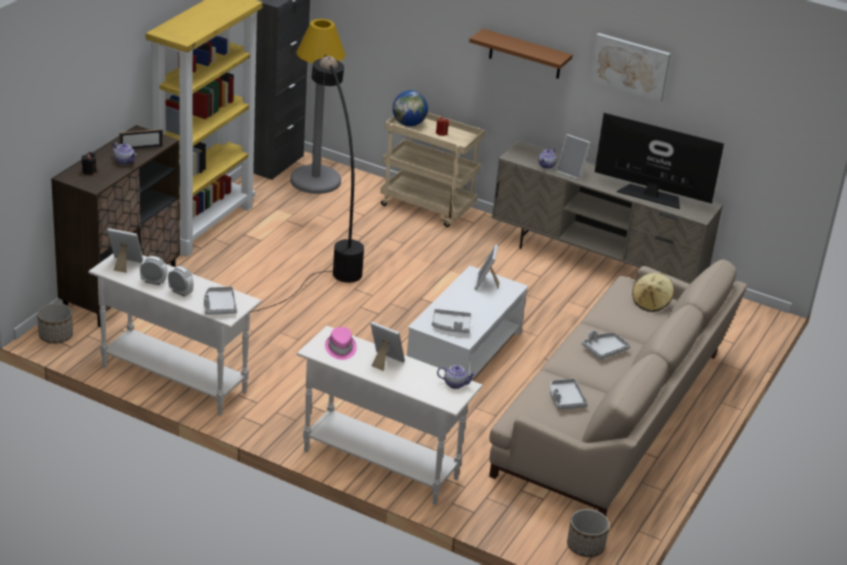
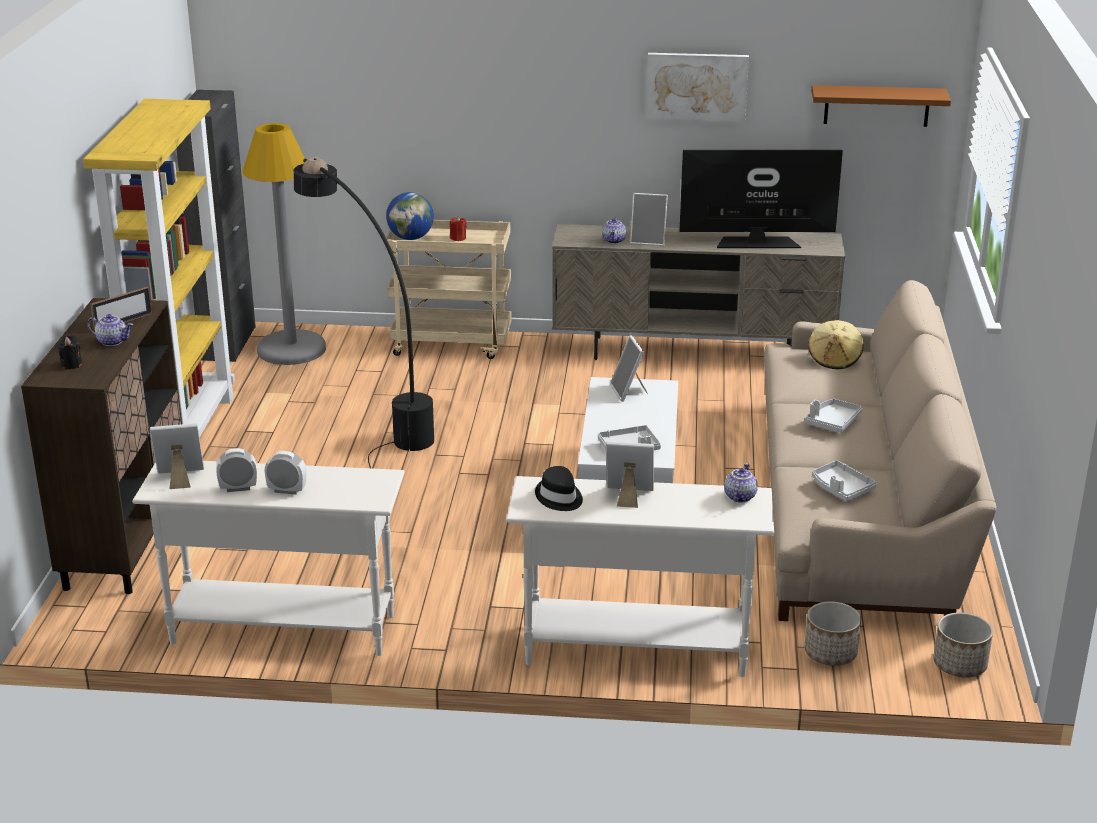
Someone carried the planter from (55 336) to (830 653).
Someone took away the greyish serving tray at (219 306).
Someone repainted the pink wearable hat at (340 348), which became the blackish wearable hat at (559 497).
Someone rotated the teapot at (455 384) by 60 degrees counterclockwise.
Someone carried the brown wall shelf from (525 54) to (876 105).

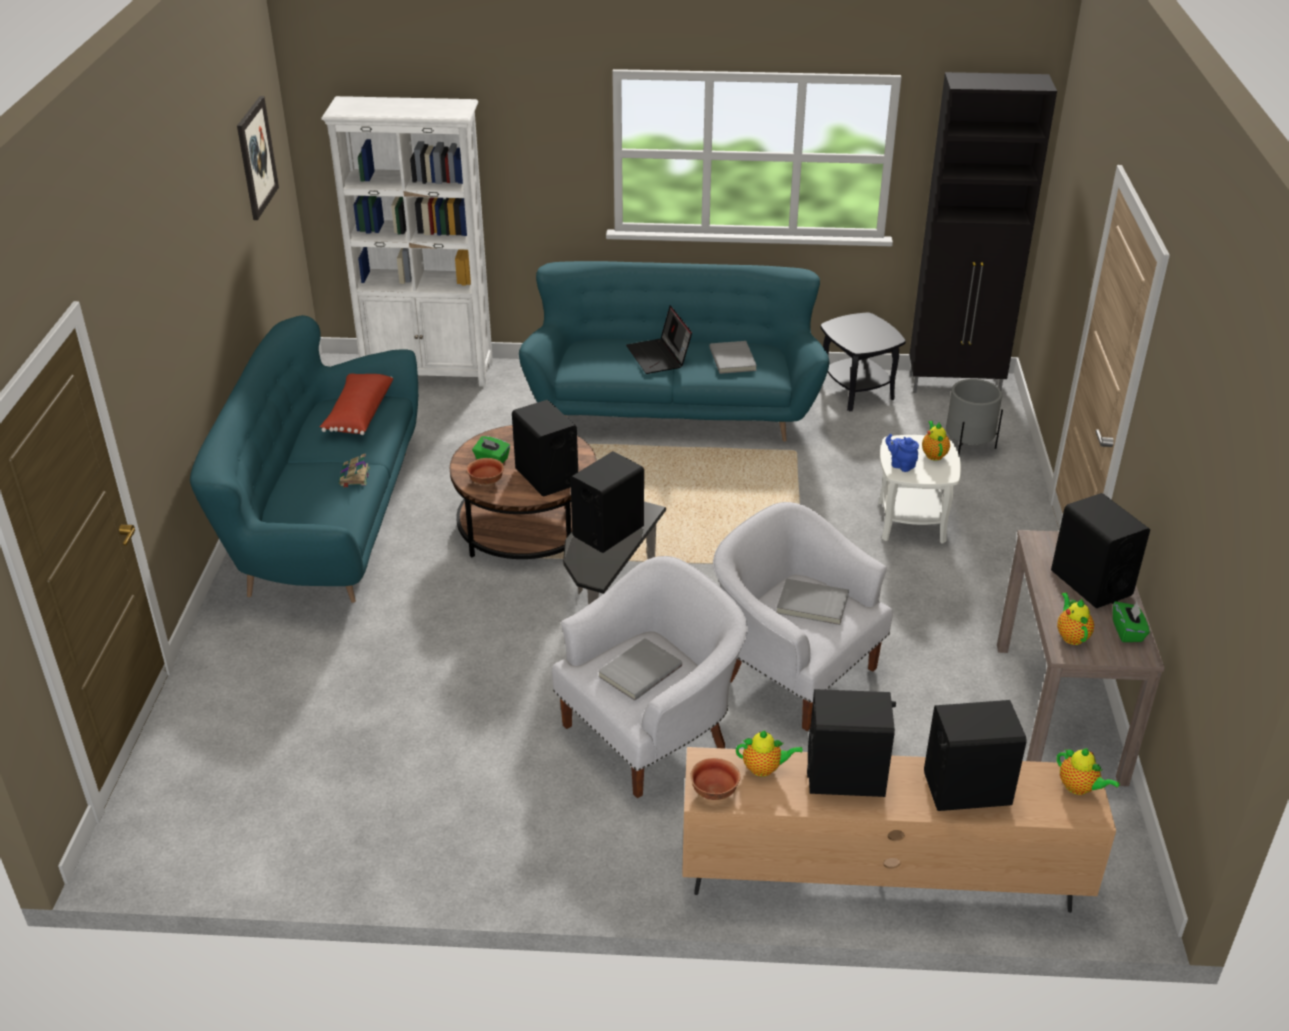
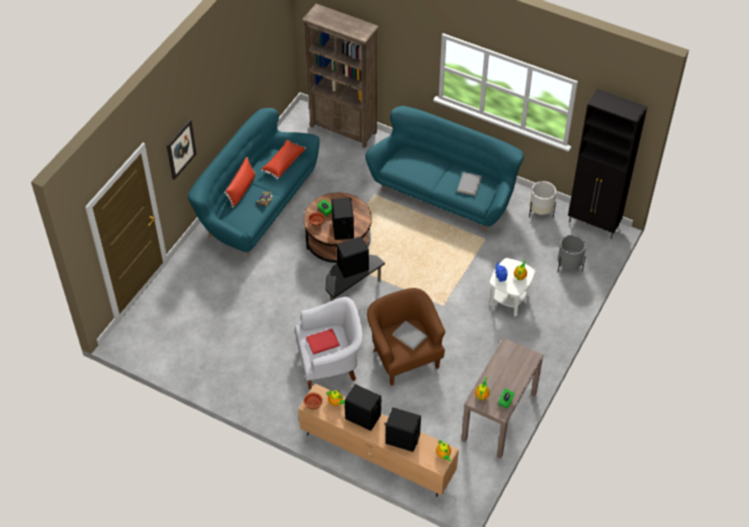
Someone carried the wall picture from (256 157) to (180 149).
Someone repainted the white-coloured shelving unit at (429 372), which became the brown shelving unit at (343 129).
Someone repainted the greyish book at (639 671), which became the reddish book at (322 342).
Someone took away the laptop at (659 357).
Someone repainted the white-coloured easy chair at (793 671), which became the brown easy chair at (404 356).
Someone swapped the blackish side table at (856 392) for the white-coloured planter at (540 212).
Someone took away the blackish speaker at (1090 583).
Someone put down the reddish cushion at (242 189).

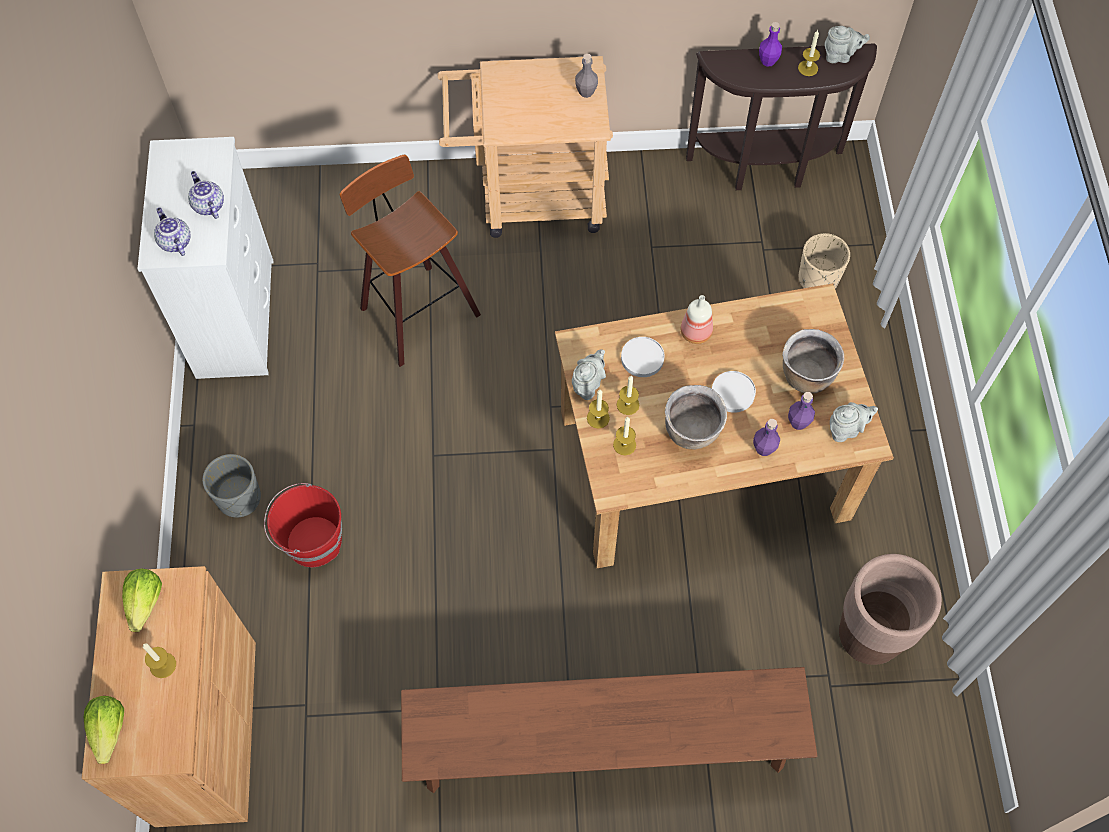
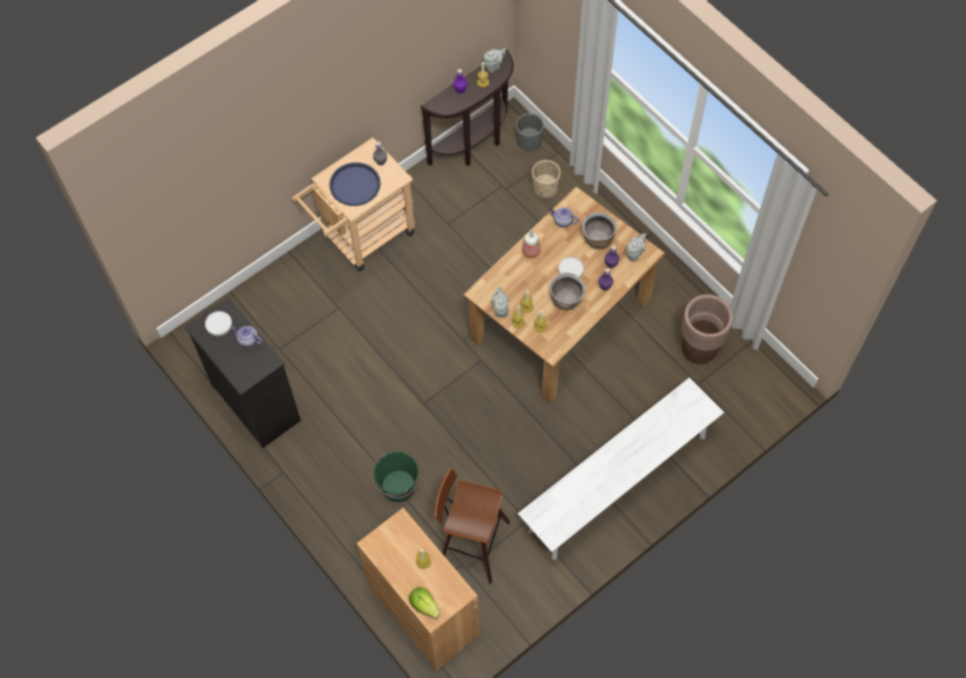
Someone took away the lettuce at (146 602).
Someone repainted the white-coloured dresser at (236 317), which became the blackish dresser at (256 402).
Someone carried the teapot from (175 242) to (562 221).
Someone carried the greyish planter from (239 498) to (529 141).
Someone repainted the reddish pail at (312 541), which became the green pail at (398 486).
Someone carried the stool from (415 311) to (471 544).
Someone repainted the brown bench at (603 747), which became the white-coloured bench at (618 483).
Someone carried the white-coloured flat dish from (642 358) to (219 324).
Someone put down the blue serving tray at (355 185).

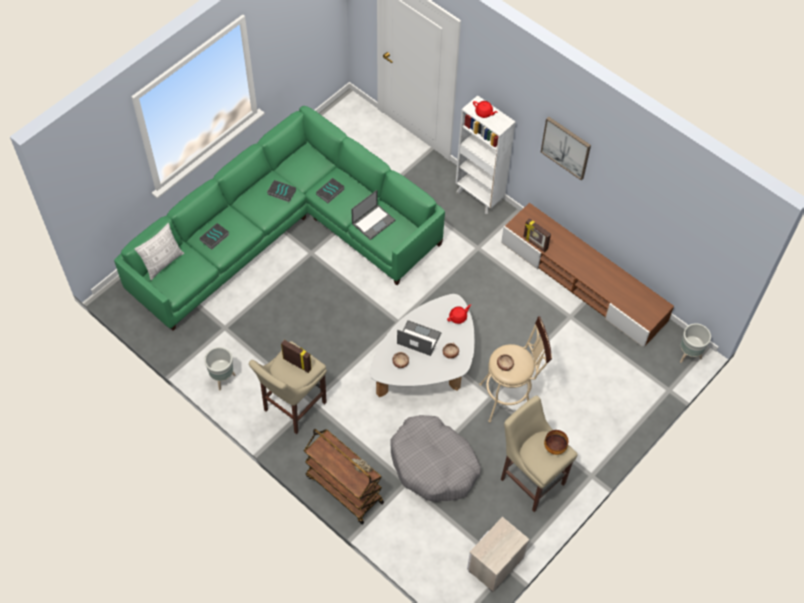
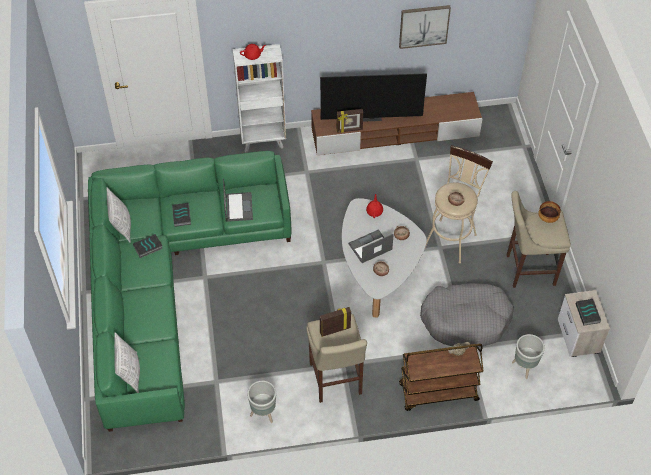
Someone carried the book from (214 238) to (588 313).
Someone carried the wall picture from (566 147) to (424 26).
Someone carried the greyish planter from (689 355) to (524 367).
Someone put down the cushion at (122 227).
Someone put down the TV at (371 116).

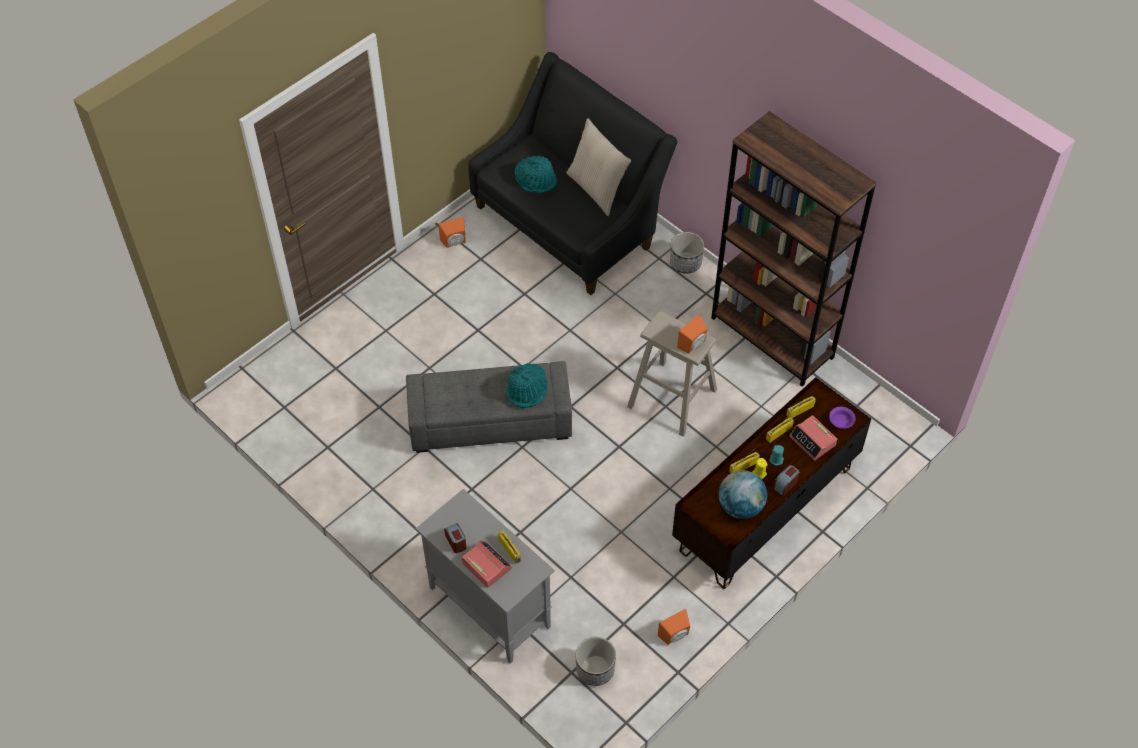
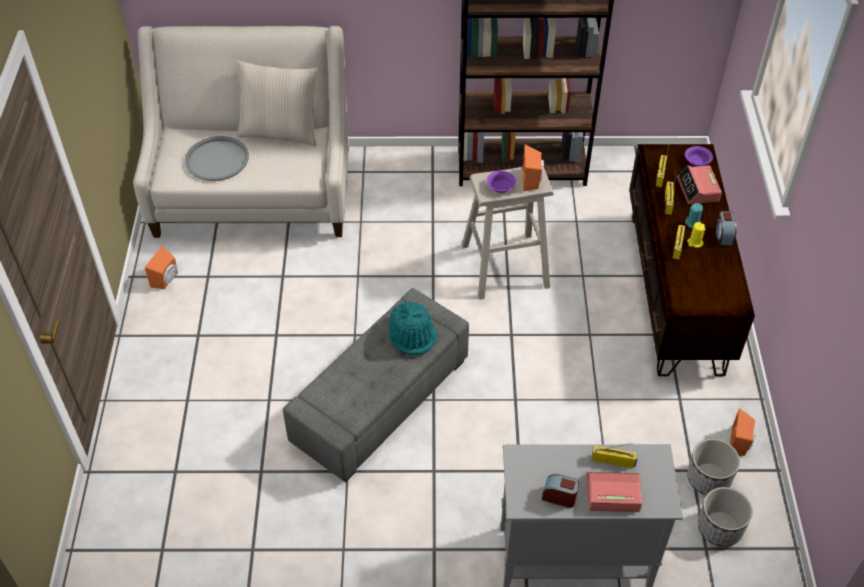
Someone repainted the blackish sofa at (569 221), which became the sand-coloured sofa at (254 194).
Someone swapped the turquoise-coloured wearable hat at (536 180) for the greyish serving tray at (217 159).
Someone carried the planter from (685 263) to (708 478).
Someone took away the desk globe at (740 506).
Someone rotated the table clock at (812 441) by 75 degrees clockwise.
Someone put down the purple-coloured deep dish at (500 186).

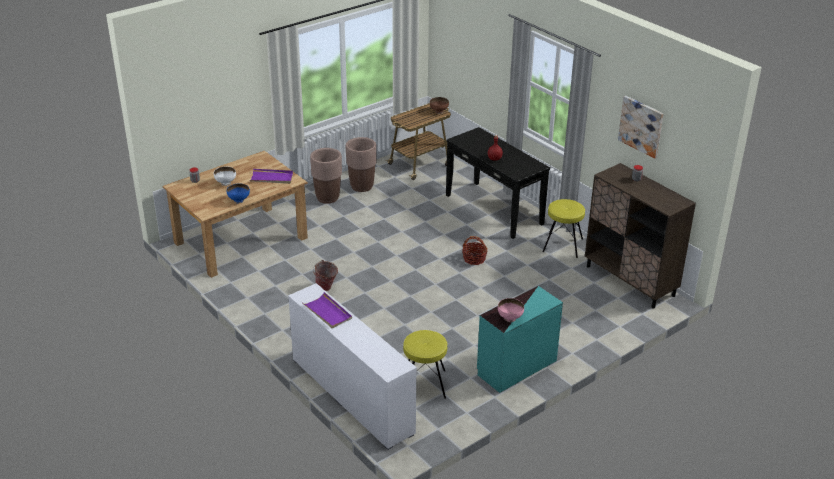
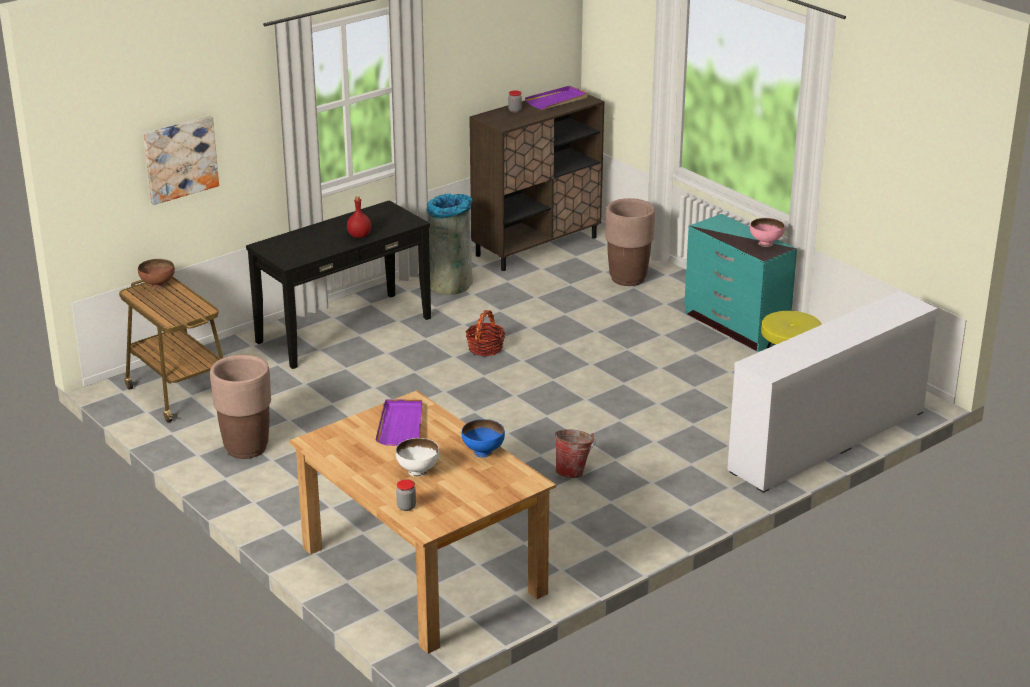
Someone carried the purple-coloured serving tray from (327 312) to (557 100).
Someone carried the brown planter from (327 198) to (628 279).
Someone swapped the yellow stool at (563 245) for the greyish trash can at (450 283).
Someone carried the wall picture from (641 126) to (180 159).

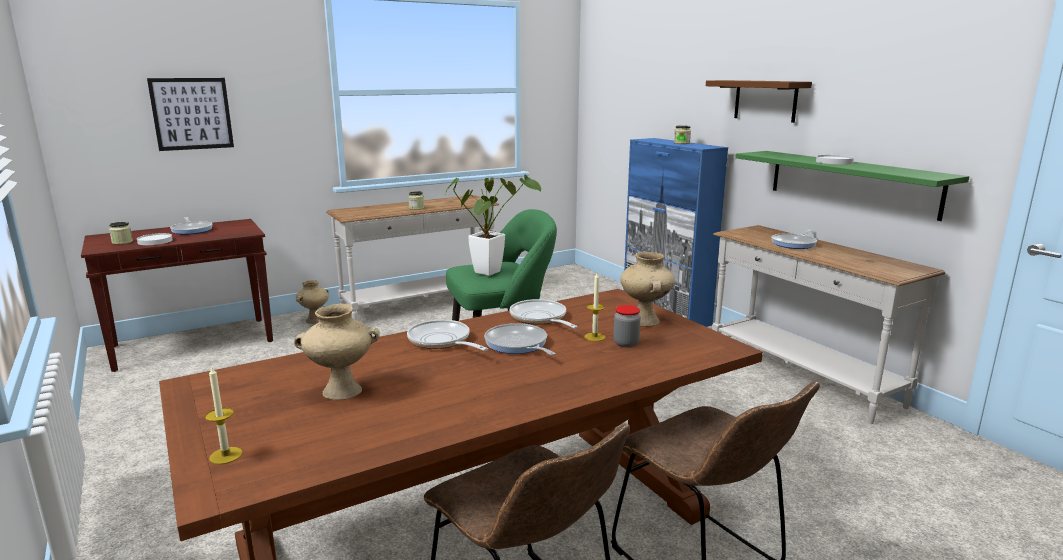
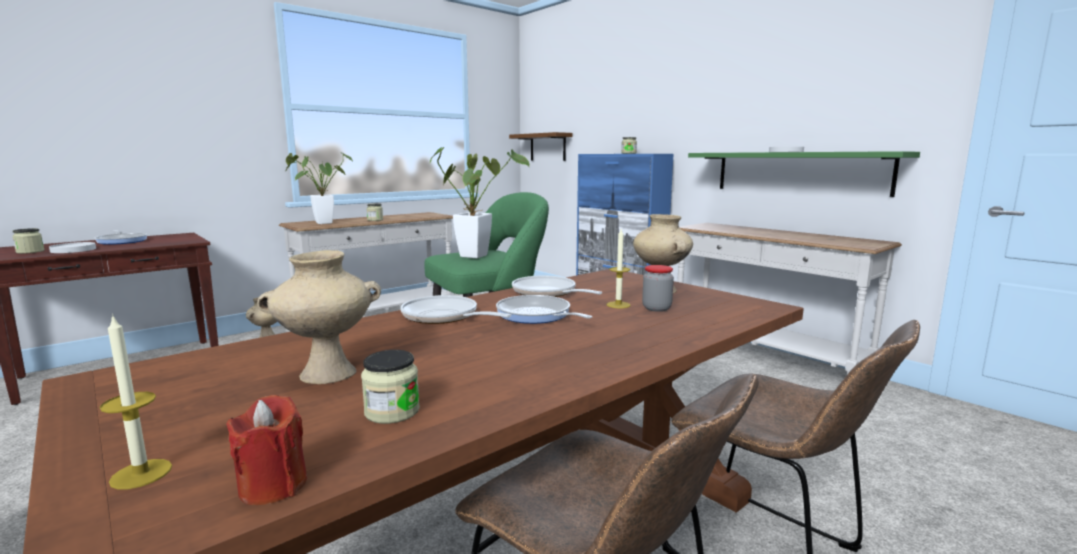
Someone took away the wall picture at (192 114).
Someone carried the brown wall shelf from (765 100) to (548 147).
Someone took away the frying pan at (795 243).
Someone put down the reddish wax candle at (273 486).
Someone put down the potted plant at (319 223).
Someone put down the storage jar at (392 411).

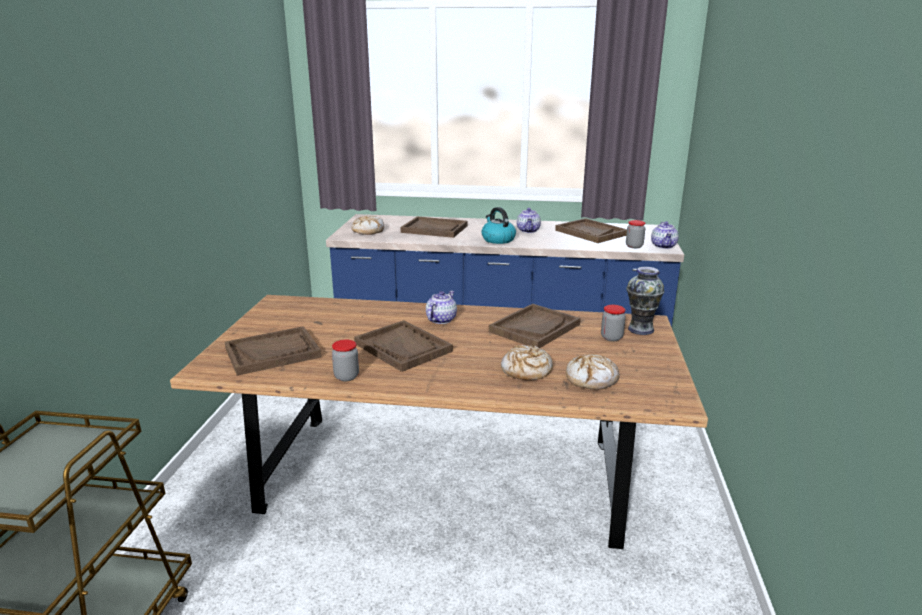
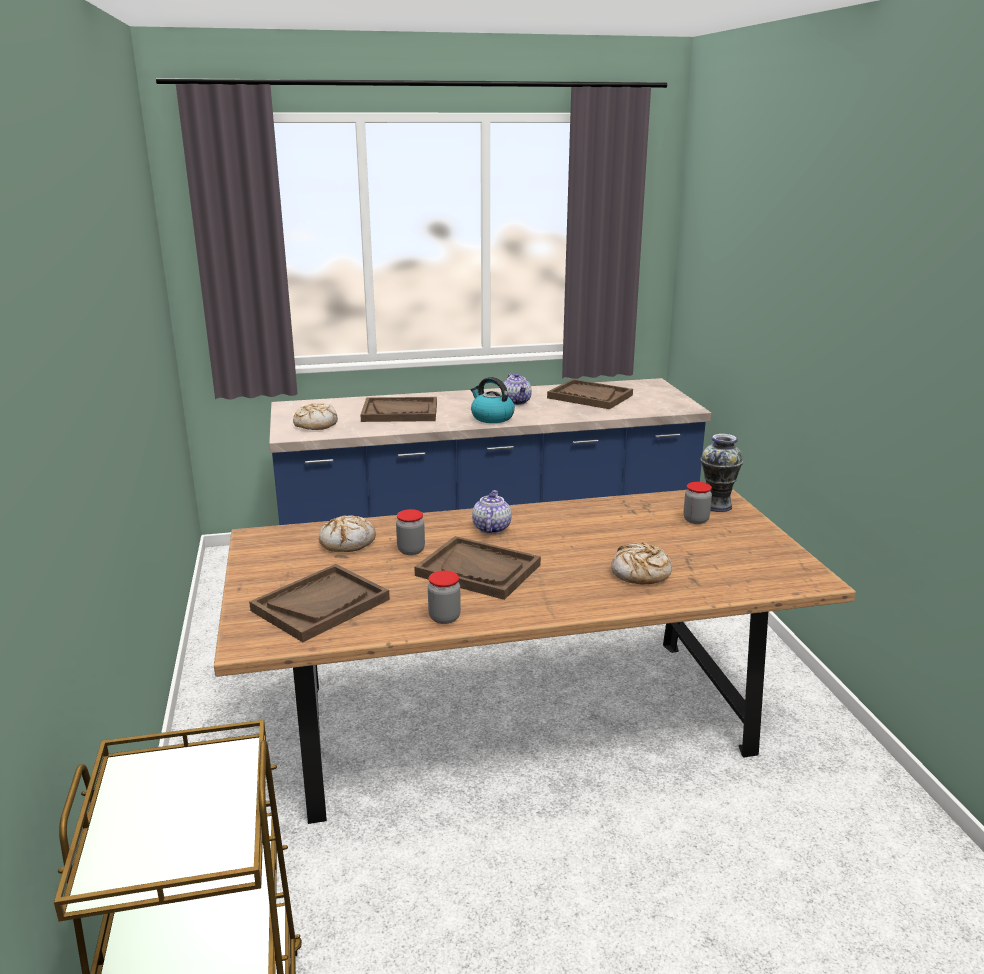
Someone took away the brown serving tray at (534 328).
Someone carried the bread from (591 379) to (348 542).
Someone carried the storage jar from (634 246) to (411 550).
Someone took away the teapot at (664 246).

